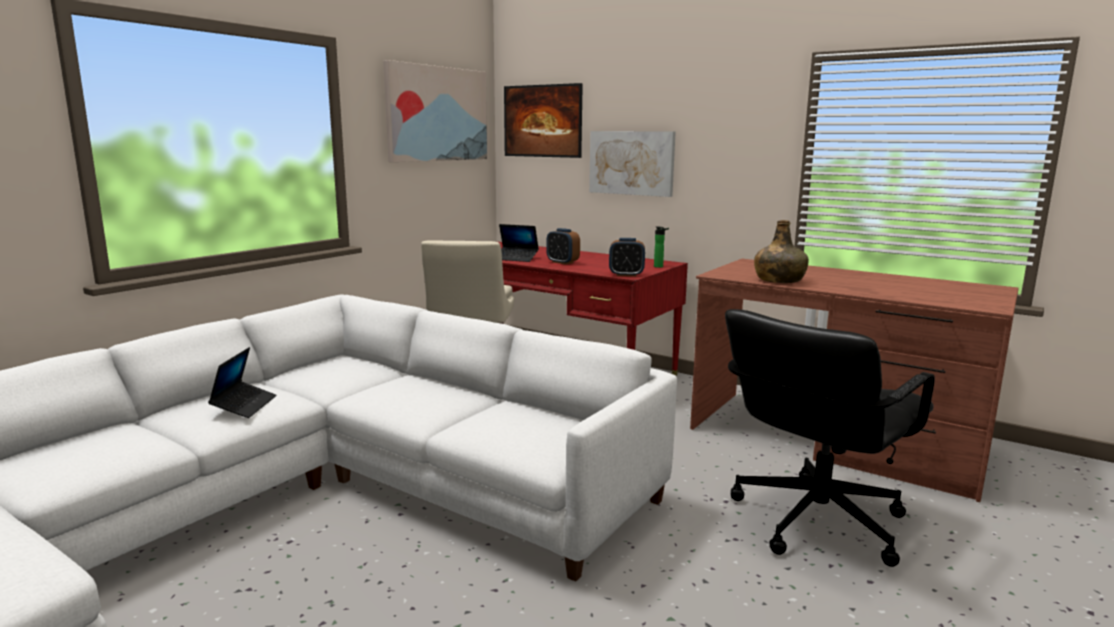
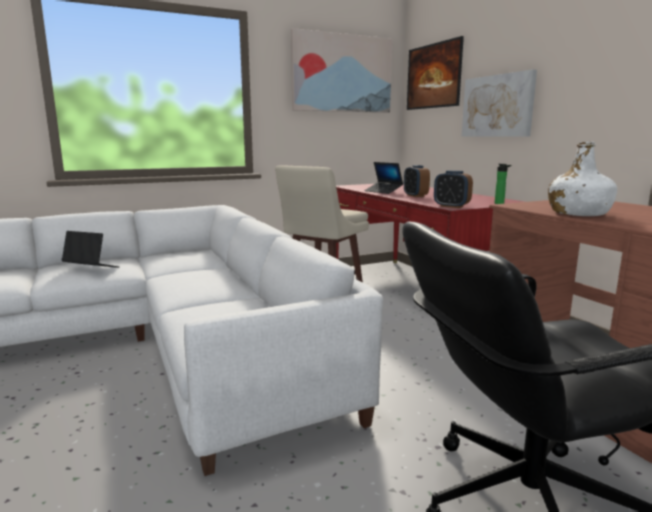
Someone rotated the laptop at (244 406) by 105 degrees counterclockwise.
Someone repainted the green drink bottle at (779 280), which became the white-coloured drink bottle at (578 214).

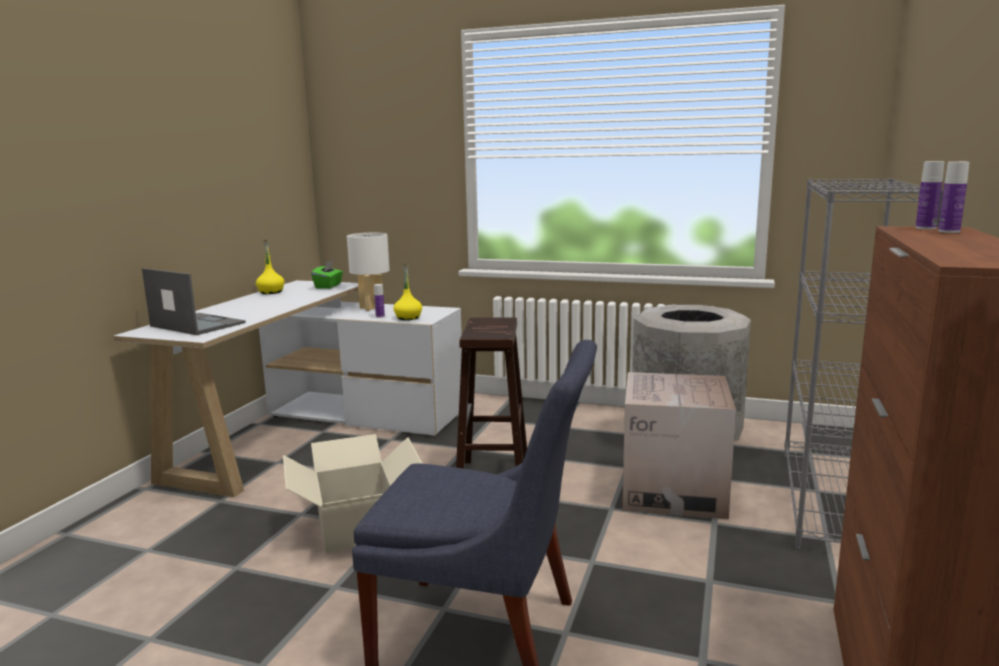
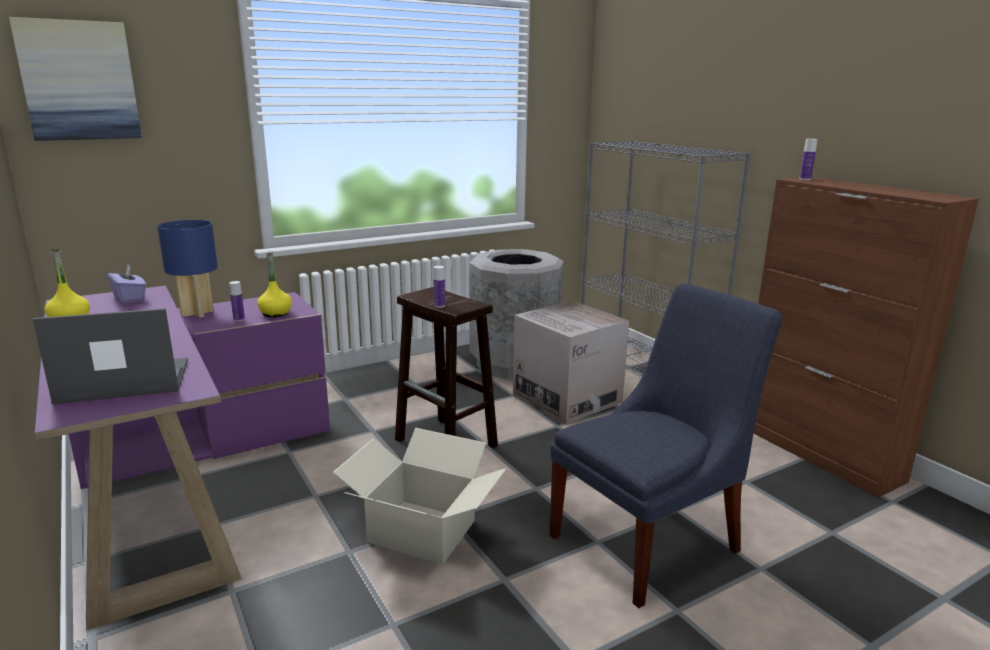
Someone repainted the white-coloured desk table at (312 433), which became the purple-coloured desk table at (185 482).
Someone repainted the green tissue holder at (328 286), which became the purple-coloured tissue holder at (130 298).
Someone repainted the white-coloured lamp for a table at (372 308), which became the blue lamp for a table at (198 313).
Someone carried the drink bottle from (949 231) to (439 306).
Someone put up the wall picture at (79 81).

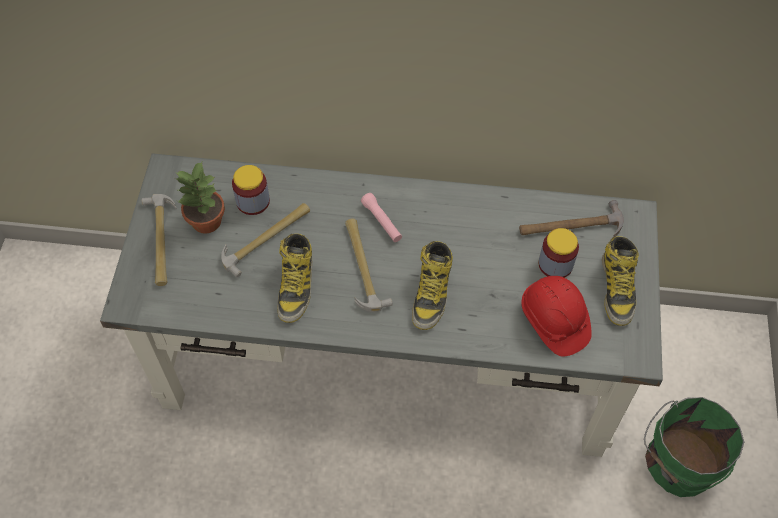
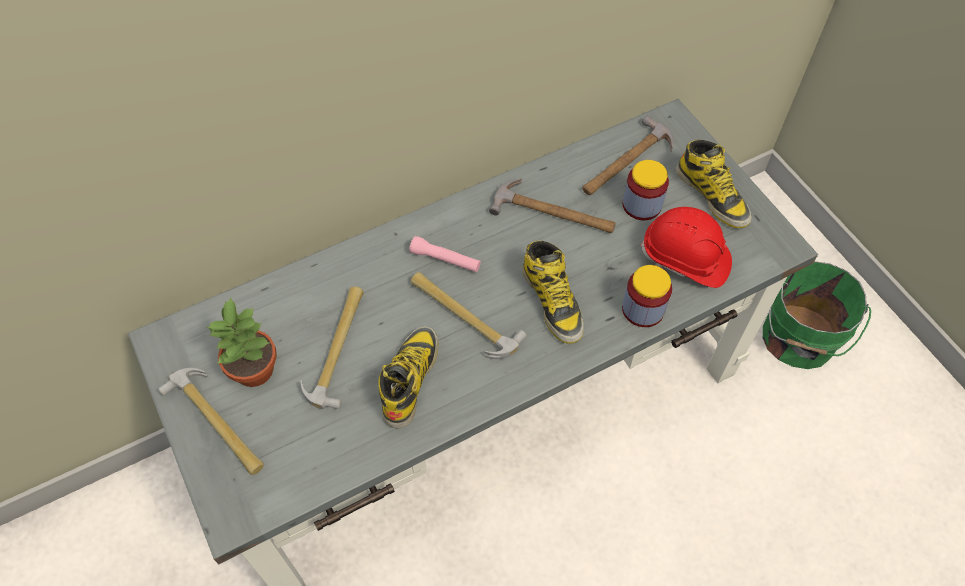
Someone carried the storage jar from (253 201) to (643 309).
Someone rotated the boot at (296 286) by 135 degrees counterclockwise.
Someone put down the hand hammer at (554 213).

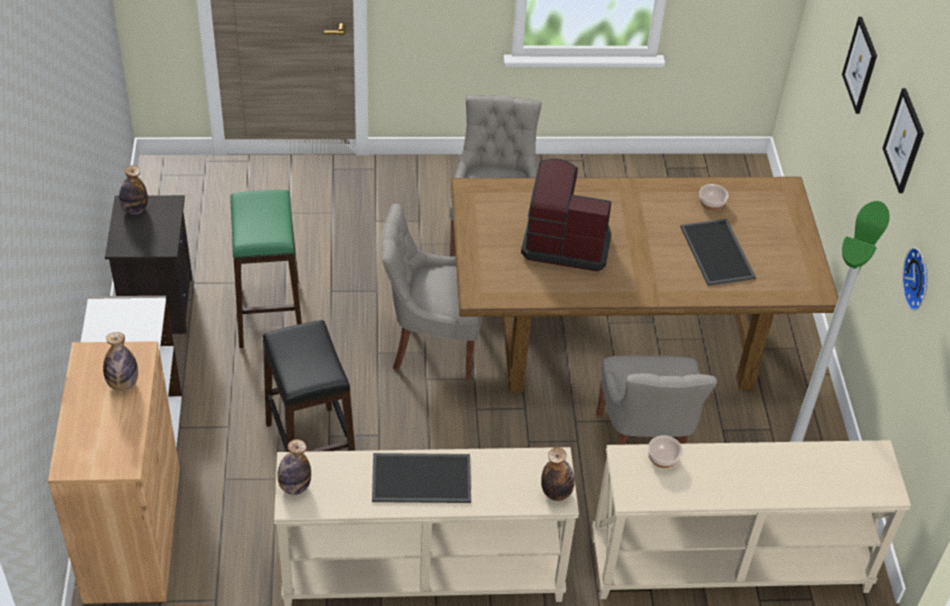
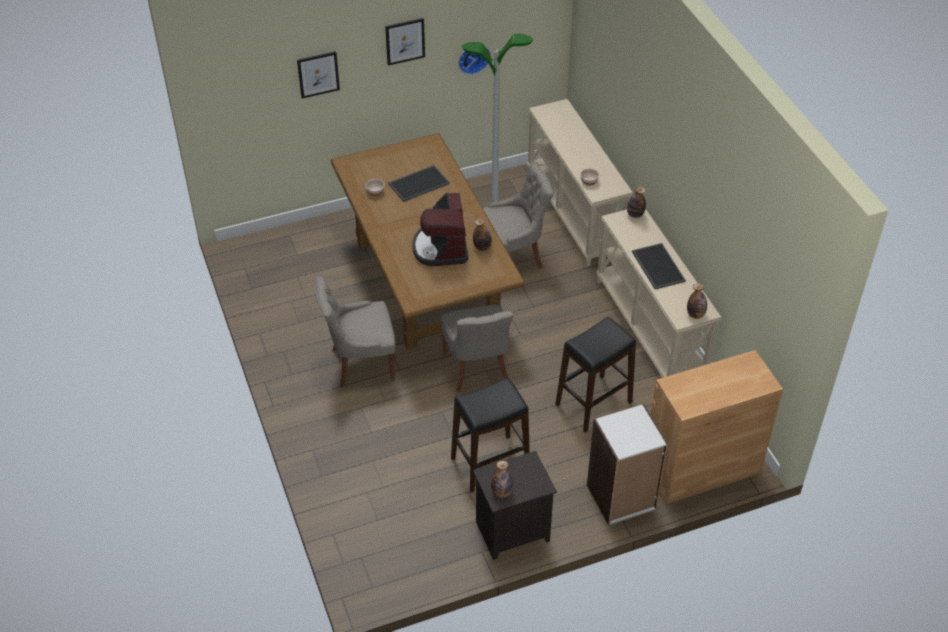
Someone carried the drink bottle from (123 384) to (482 247).
Someone repainted the green stool at (269 313), which became the blackish stool at (490 464).

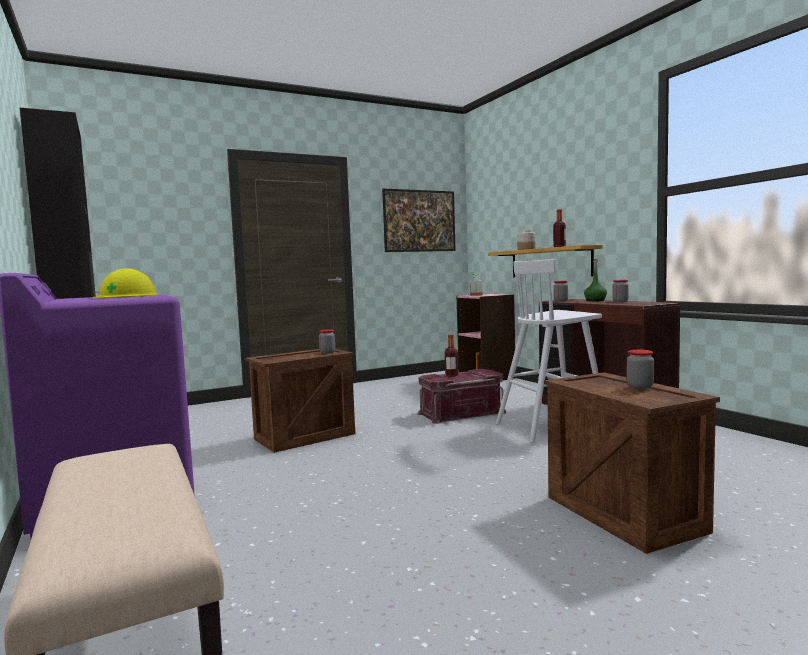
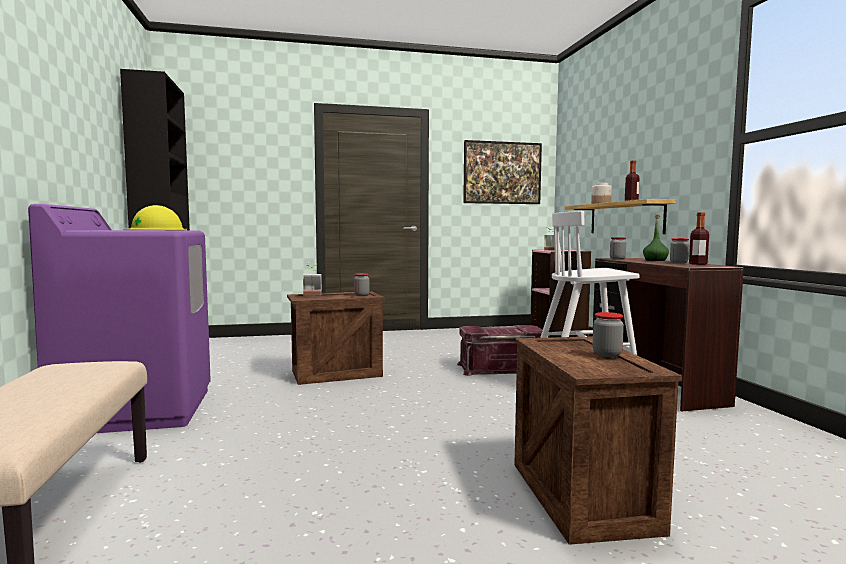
Someone carried the drink bottle from (451 375) to (698 264).
Someone put down the potted plant at (312 295).

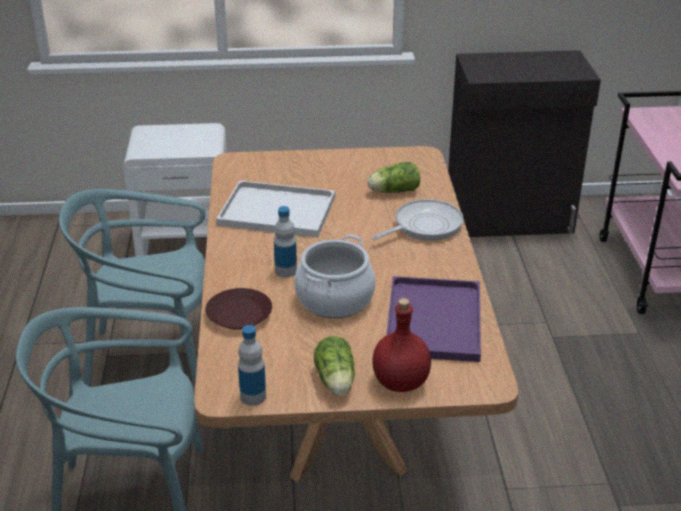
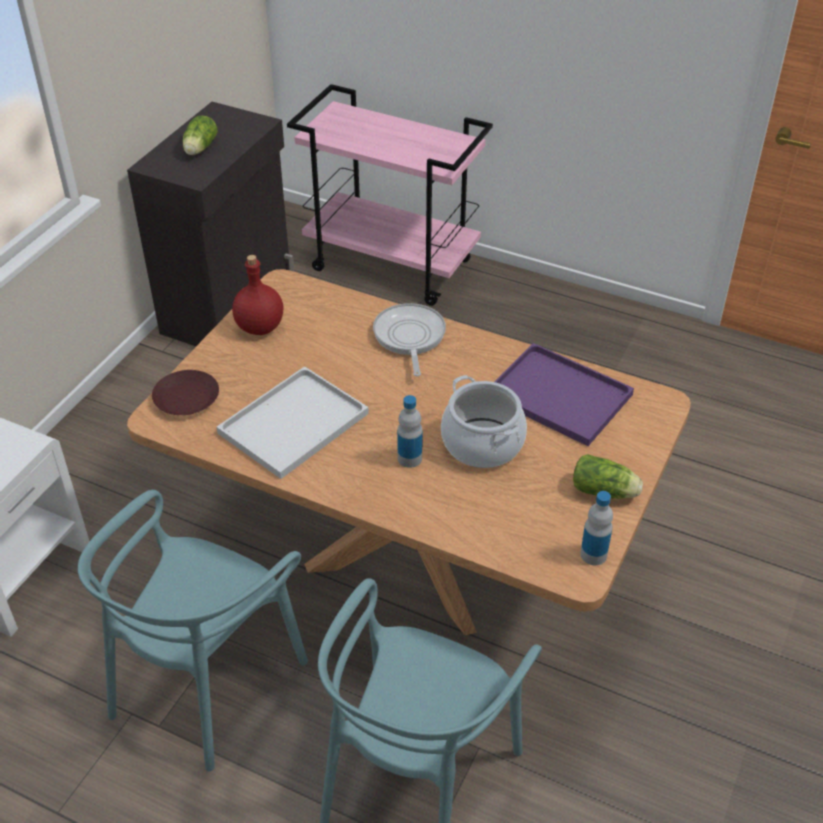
Someone carried the brown flat dish from (239 315) to (187 399).
Someone carried the lettuce from (392 191) to (199 149).
Someone carried the reddish drink bottle from (399 382) to (259 327).

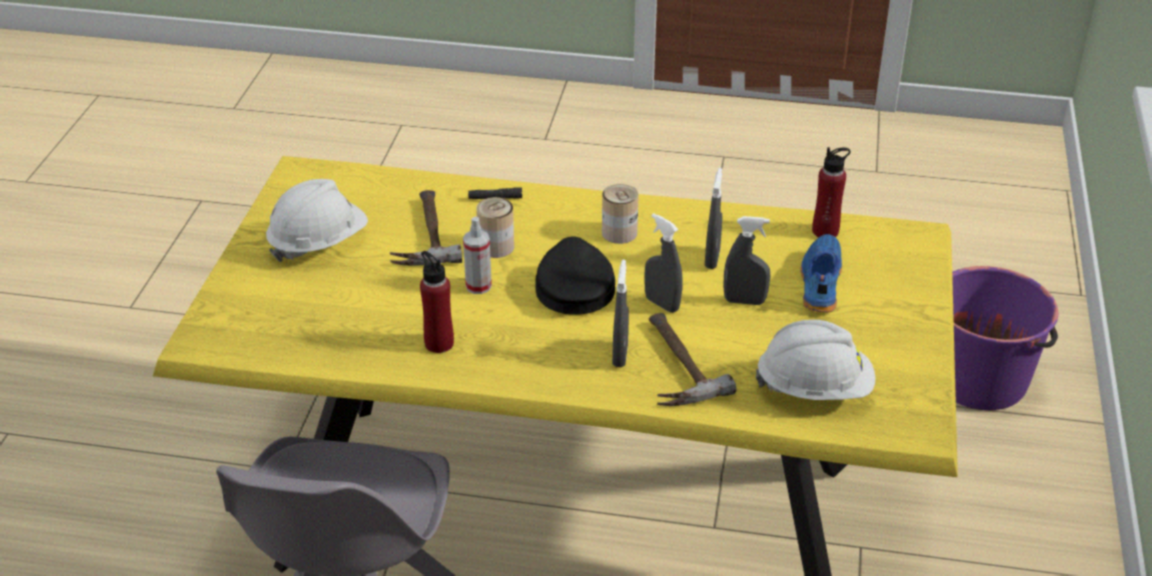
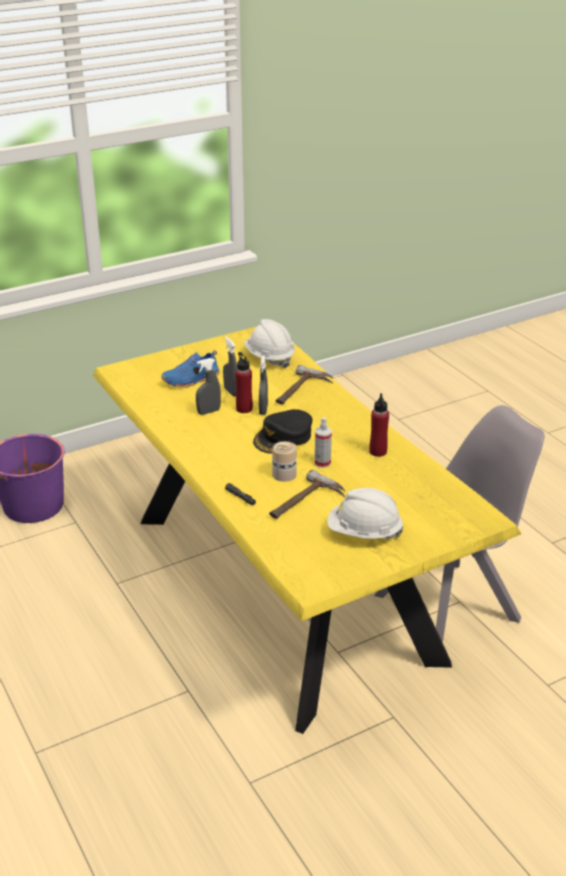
Someone took away the can at (619 233).
Someone took away the greyish hand sprayer at (620 355).
Someone carried the reddish drink bottle from (825 231) to (244 408).

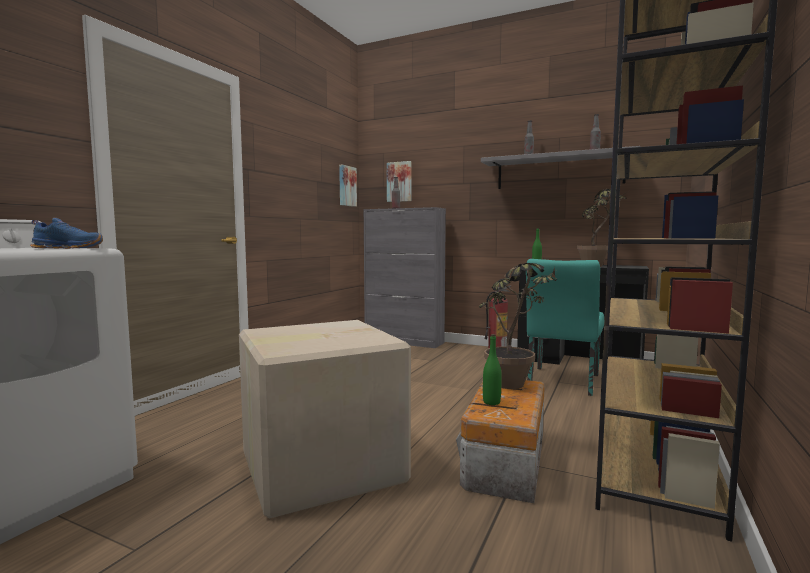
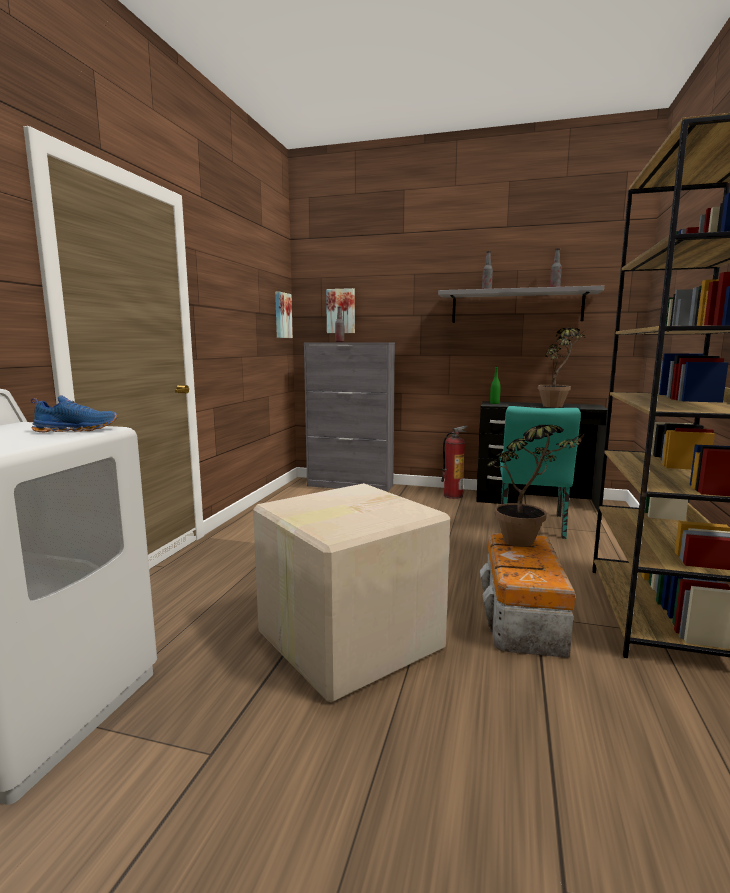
Someone took away the green drink bottle at (491 402).

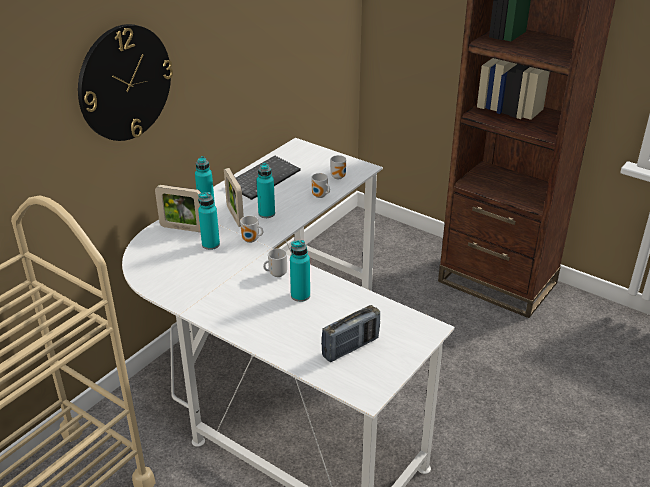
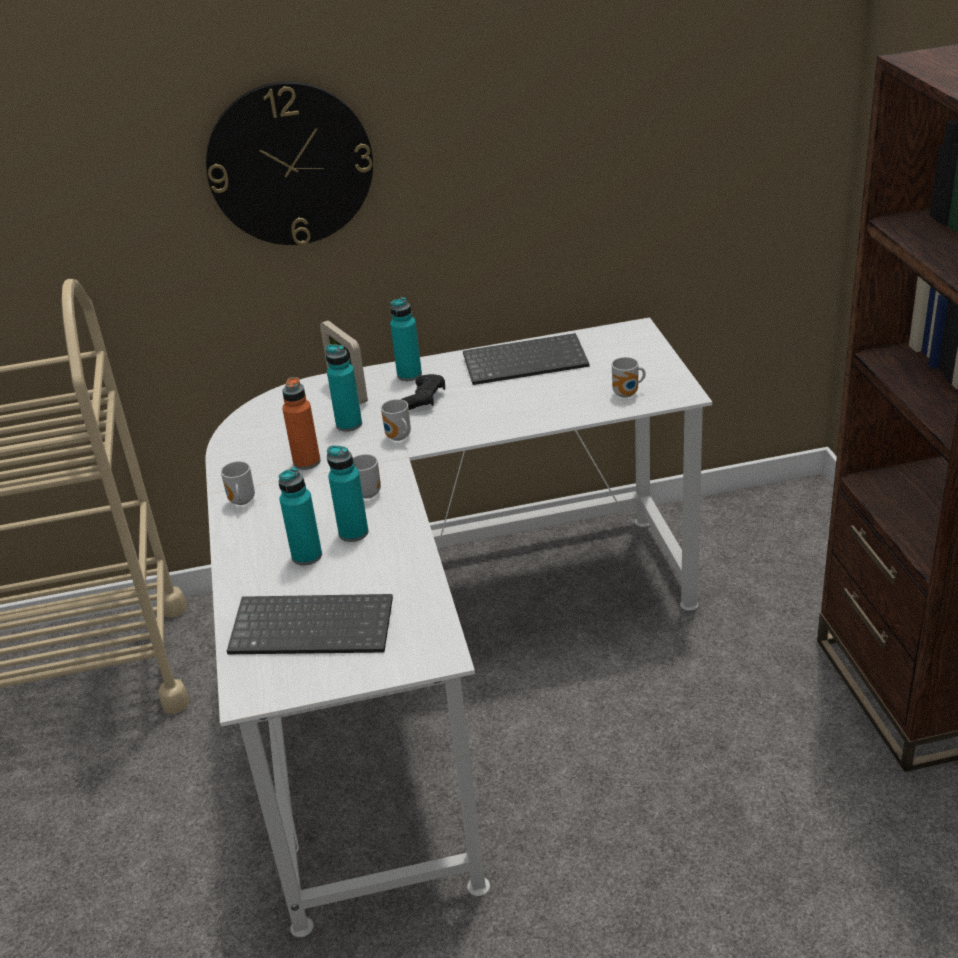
Someone swapped the photo frame at (235 216) for the blackish joypad at (424 399).
Someone carried the turquoise-coloured drink bottle from (266 214) to (307 556).
Someone carried the coffee mug from (320 196) to (241 502).
Someone swapped the radio receiver at (350 347) for the PC keyboard at (314 626).
Someone put down the orange-coloured drink bottle at (307 462).

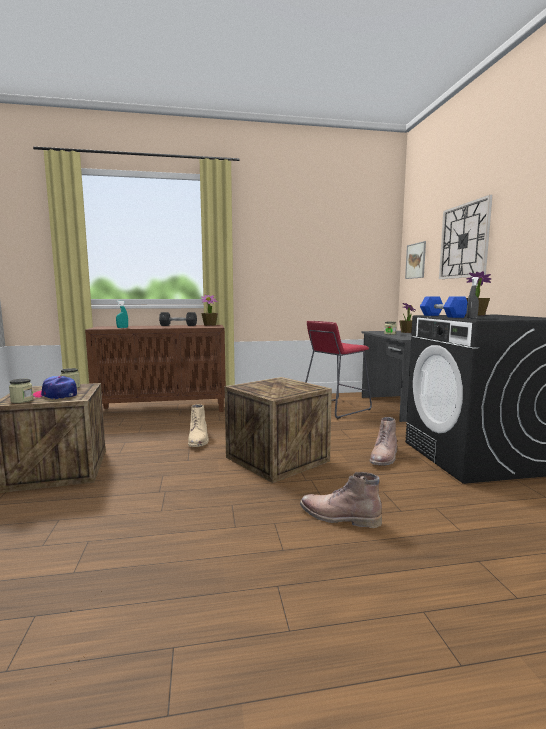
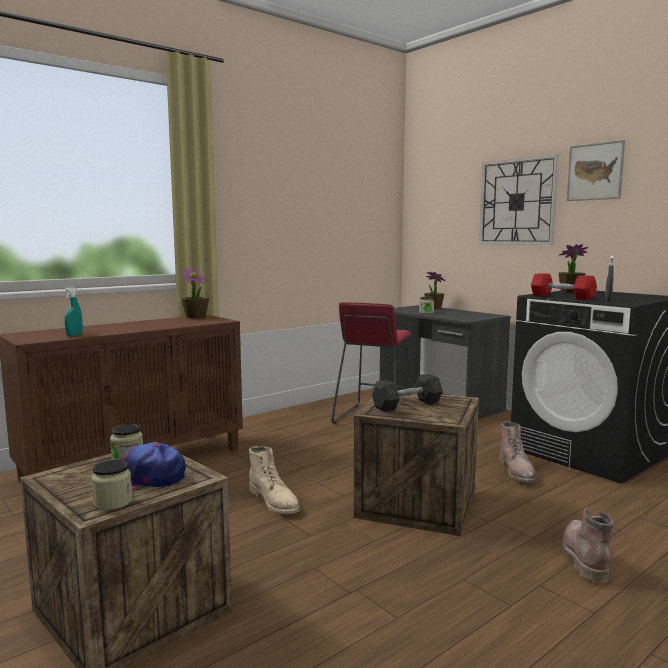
Someone carried the greyish hand weight from (178 325) to (407 405).
Someone rotated the brown boot at (338 517) by 105 degrees clockwise.
Someone carried the wall picture from (415 260) to (595 171).
Someone repainted the blue hand weight at (442 316), which became the reddish hand weight at (562 297).

